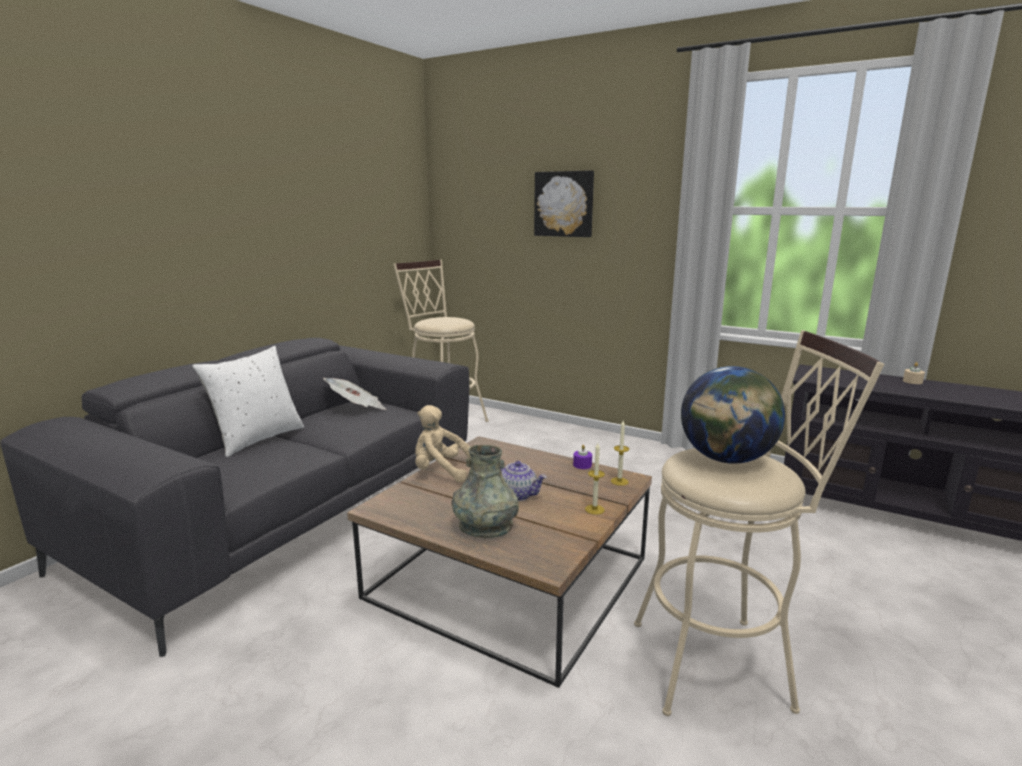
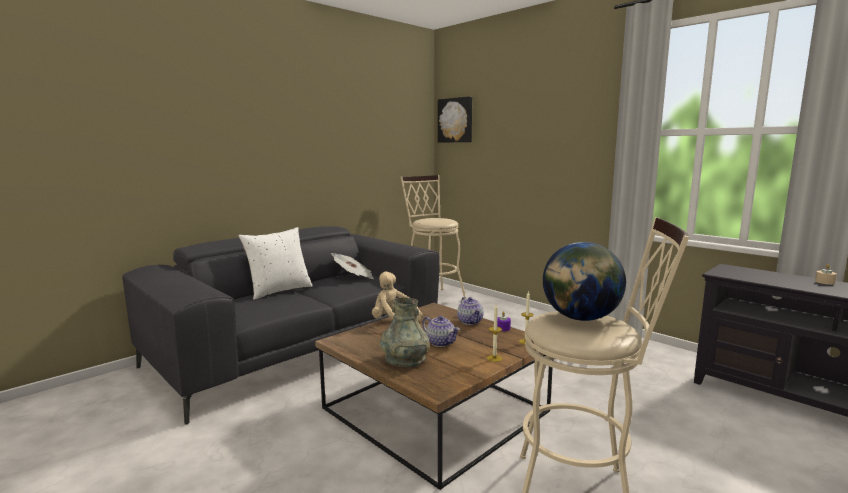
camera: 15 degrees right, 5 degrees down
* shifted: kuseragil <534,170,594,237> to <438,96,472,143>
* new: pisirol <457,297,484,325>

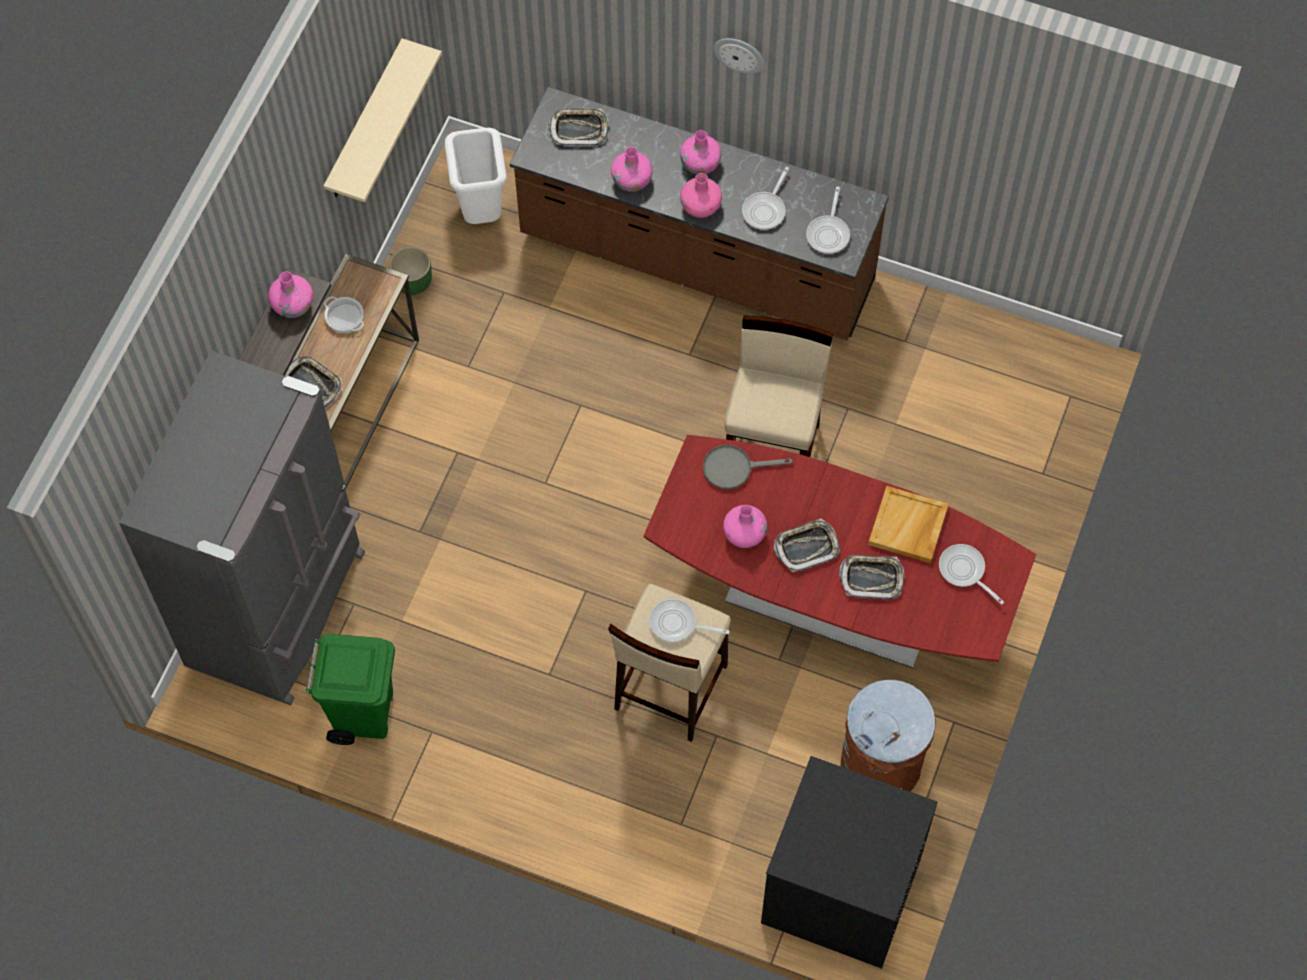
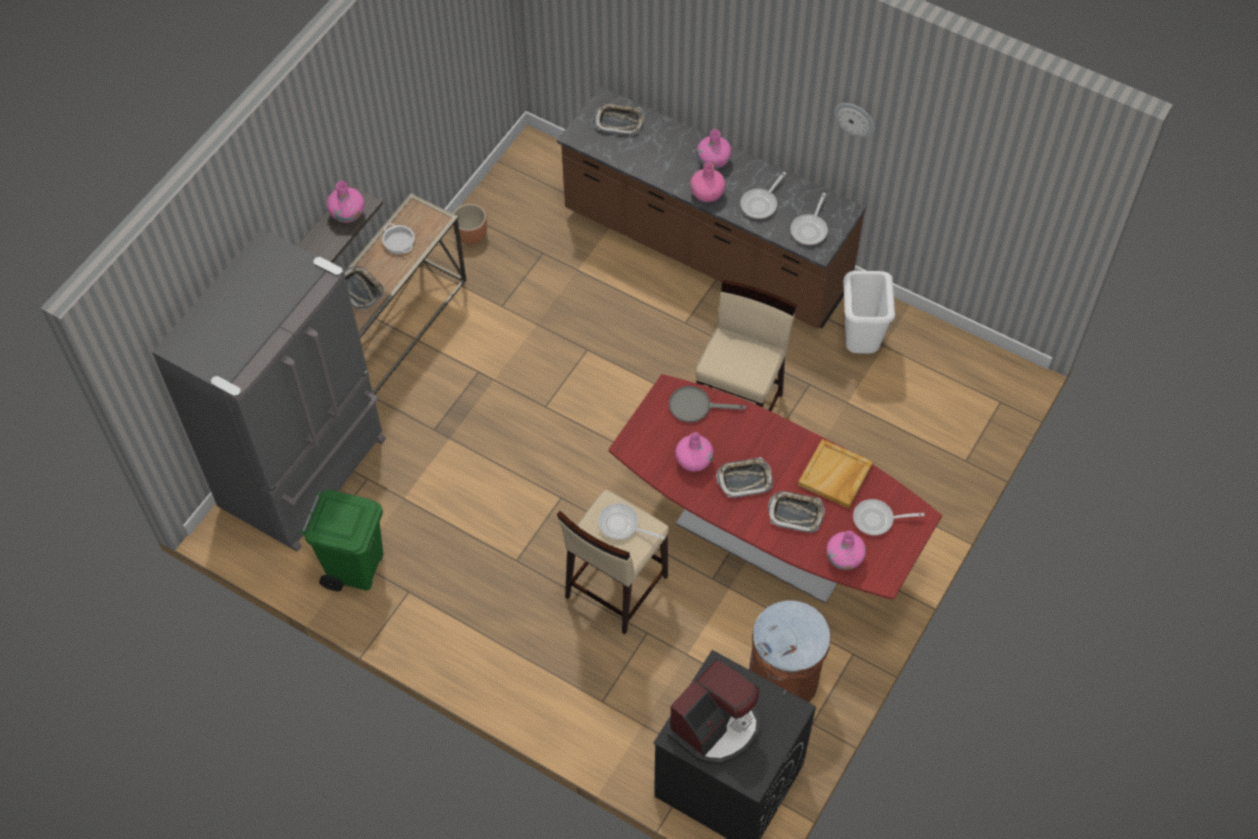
camera: 10 degrees right, 5 degrees down
* gone: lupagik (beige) <324,38,442,202>
* repainted: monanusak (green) <389,246,432,295> to monanusak (brown) <453,204,487,244>
* shifted: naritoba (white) <445,128,507,224> to <843,271,895,353>
* shifted: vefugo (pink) <611,147,653,192> to <827,531,866,570>
* shifted: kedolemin <714,38,764,74> to <834,103,875,138>
* rotated: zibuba <939,544,1004,605> = <853,499,924,536> 60 degrees counterclockwise
* new: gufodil <667,659,760,764>

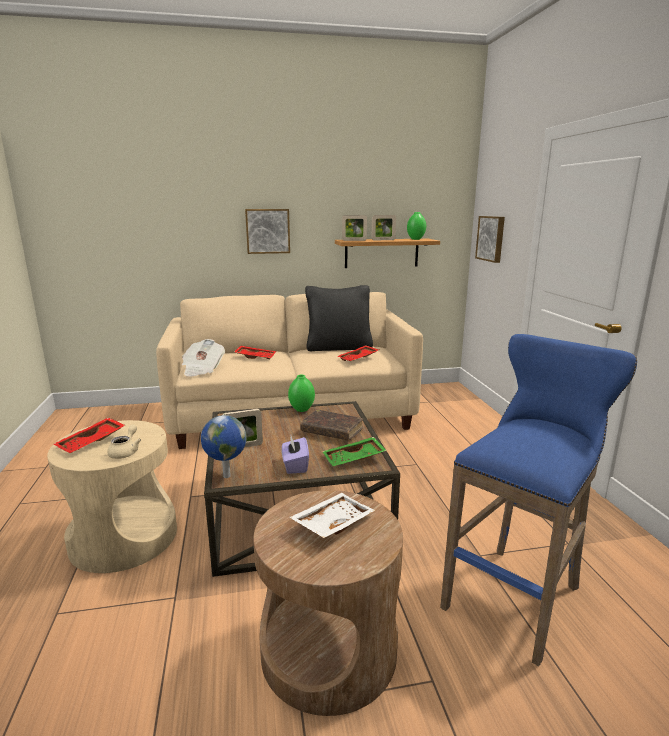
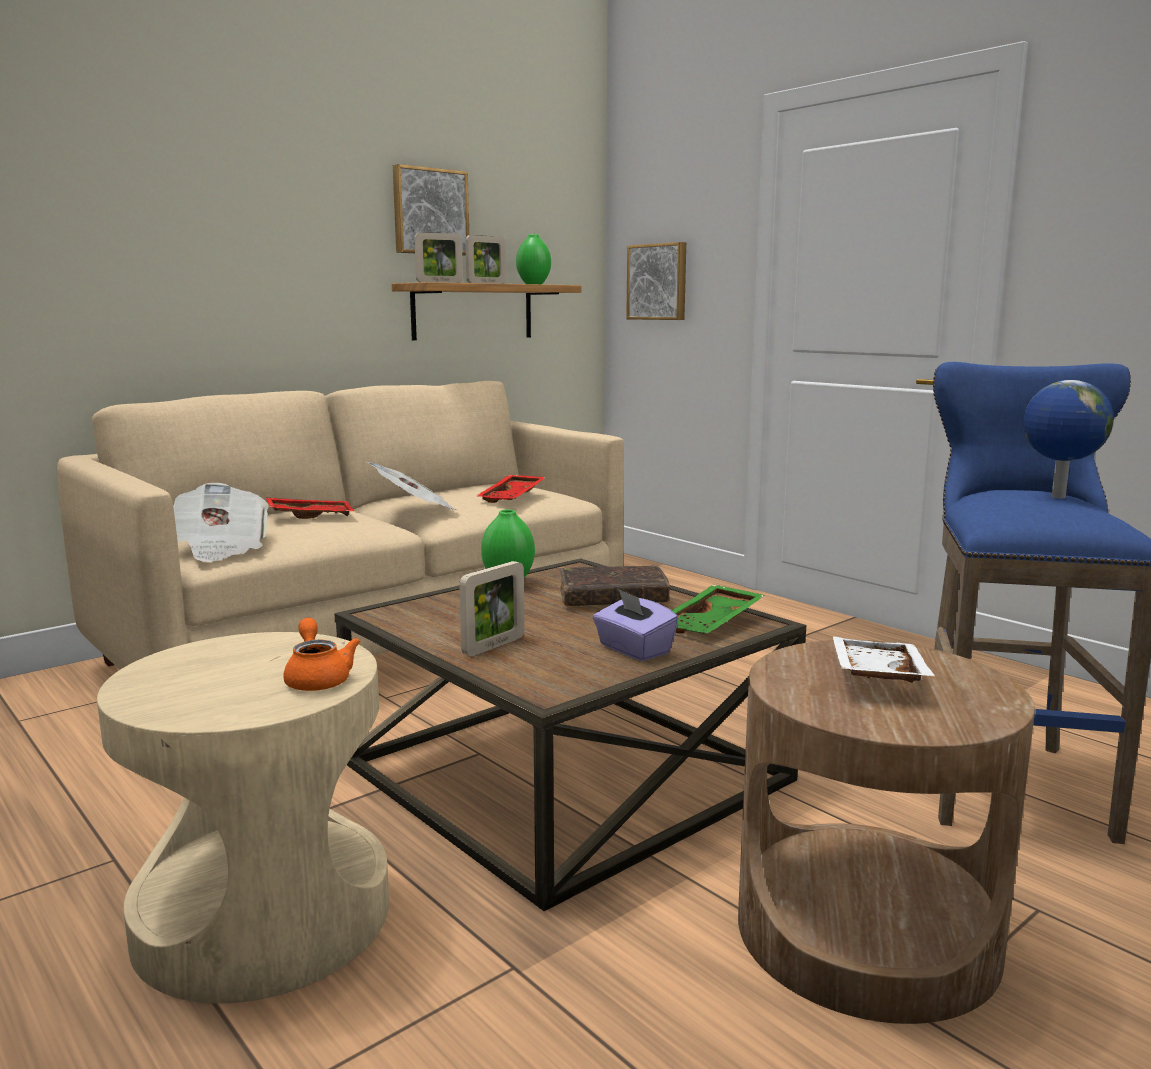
camera: 30 degrees left, 5 degrees down
* gone: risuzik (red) <54,418,125,453>
* repainted: pisirol (beige) <107,424,141,459> to pisirol (orange) <283,618,360,691>
* shifted: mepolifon <201,415,247,478> to <1024,380,1114,498>
* shifted: kuseragil <245,209,290,254> to <393,164,469,255>
* gone: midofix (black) <305,285,373,351>
* new: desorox <367,462,456,510>

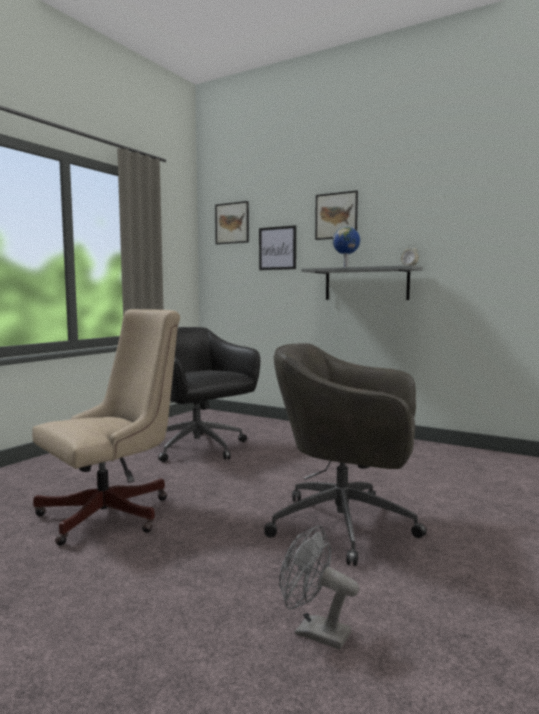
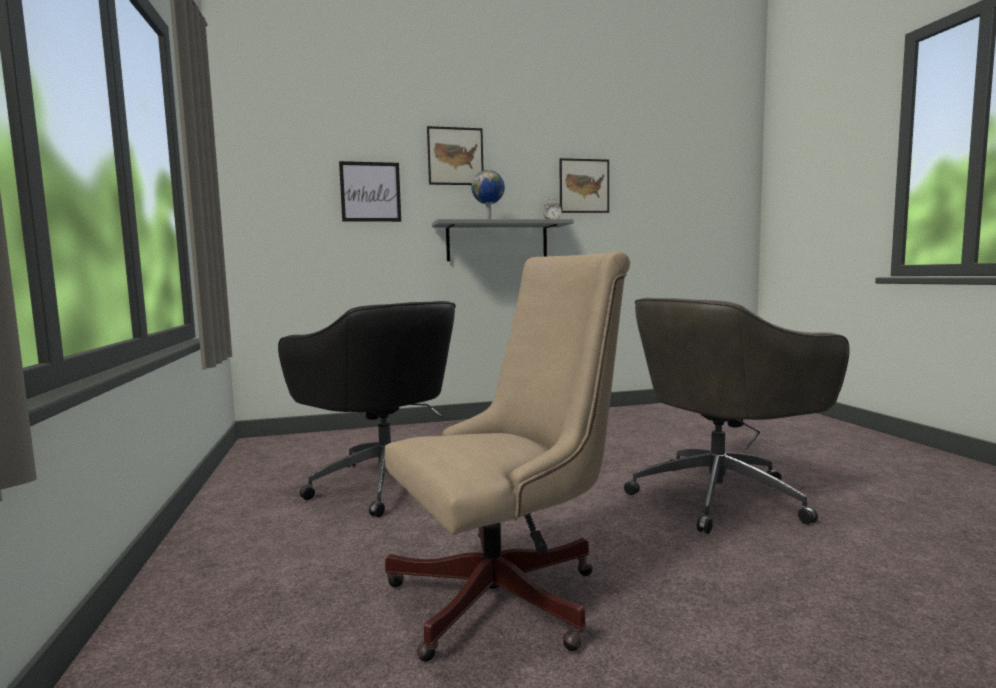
camera: 45 degrees left, 0 degrees up
* rotated: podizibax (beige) <32,309,180,545> = <385,251,631,662> 60 degrees clockwise
* rotated: podizibax (black) <158,327,260,462> = <278,301,456,517> 135 degrees counterclockwise
* shifted: kuseragil <215,201,249,244> to <559,158,609,213>
* gone: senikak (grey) <279,525,359,650>

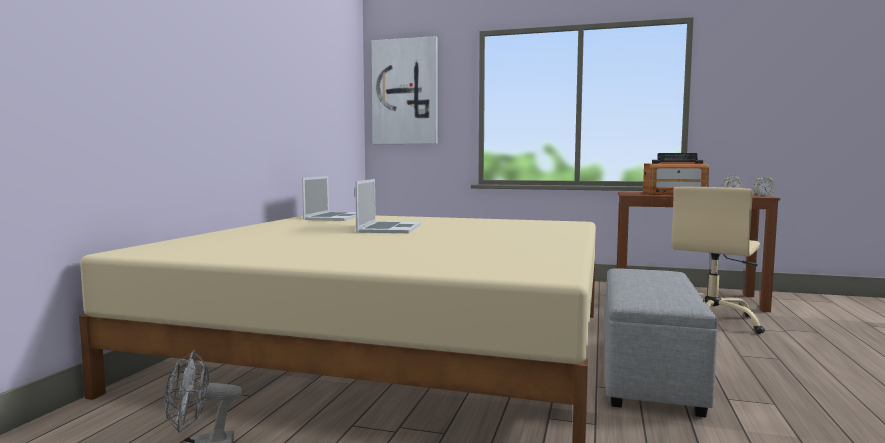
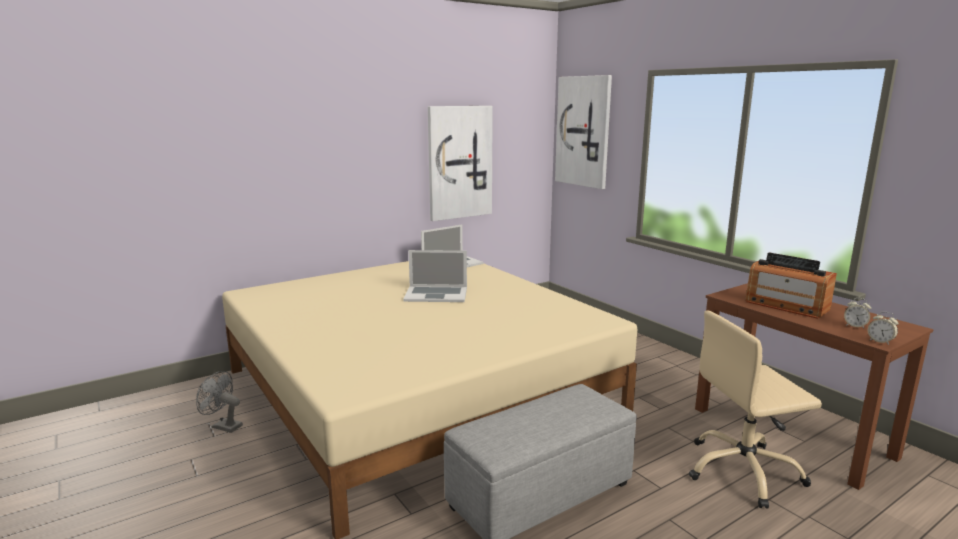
camera: 40 degrees right, 10 degrees up
* rotated: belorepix <355,179,421,233> = <403,250,467,302> 45 degrees clockwise
* new: kuseragil <428,106,493,221>

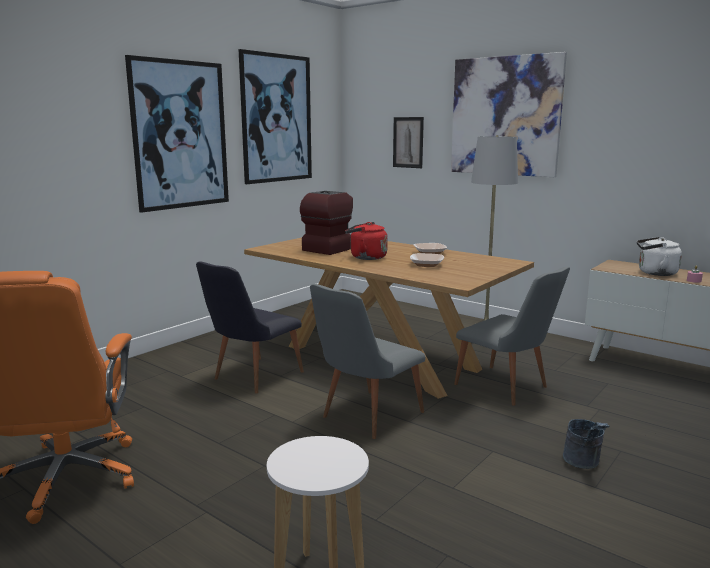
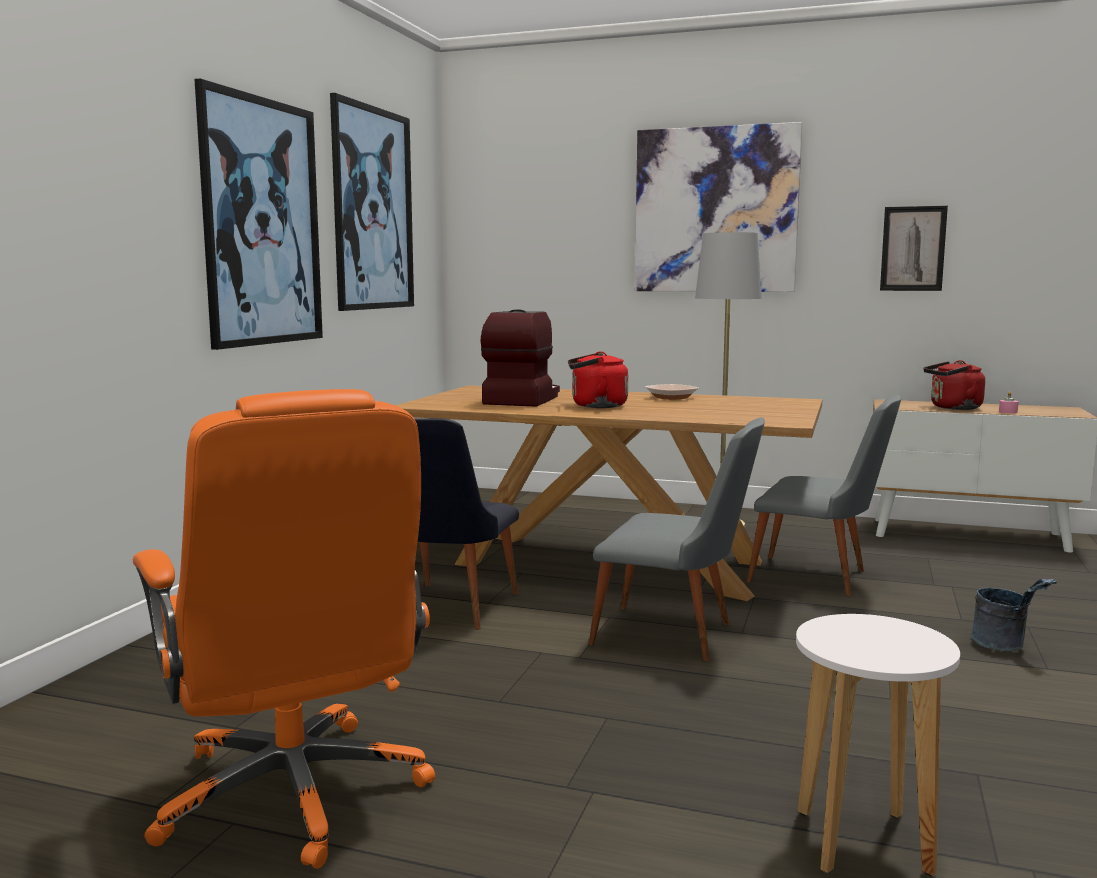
camera: 20 degrees left, 5 degrees down
* rotated: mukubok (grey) <310,284,426,439> = <589,417,765,661> 90 degrees counterclockwise
* shifted: kuseragil <393,117,424,168> to <880,206,948,291>
* gone: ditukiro <410,253,444,267>
* repainted: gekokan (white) <637,237,682,276> to gekokan (red) <923,360,985,410>

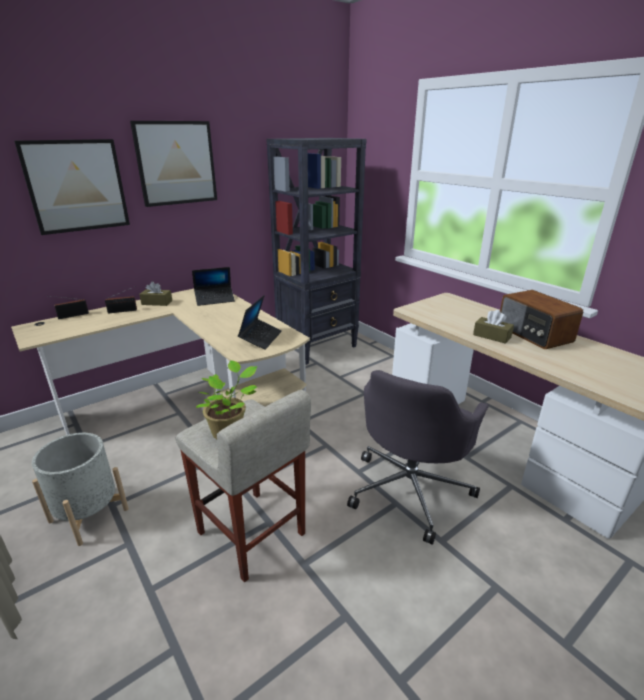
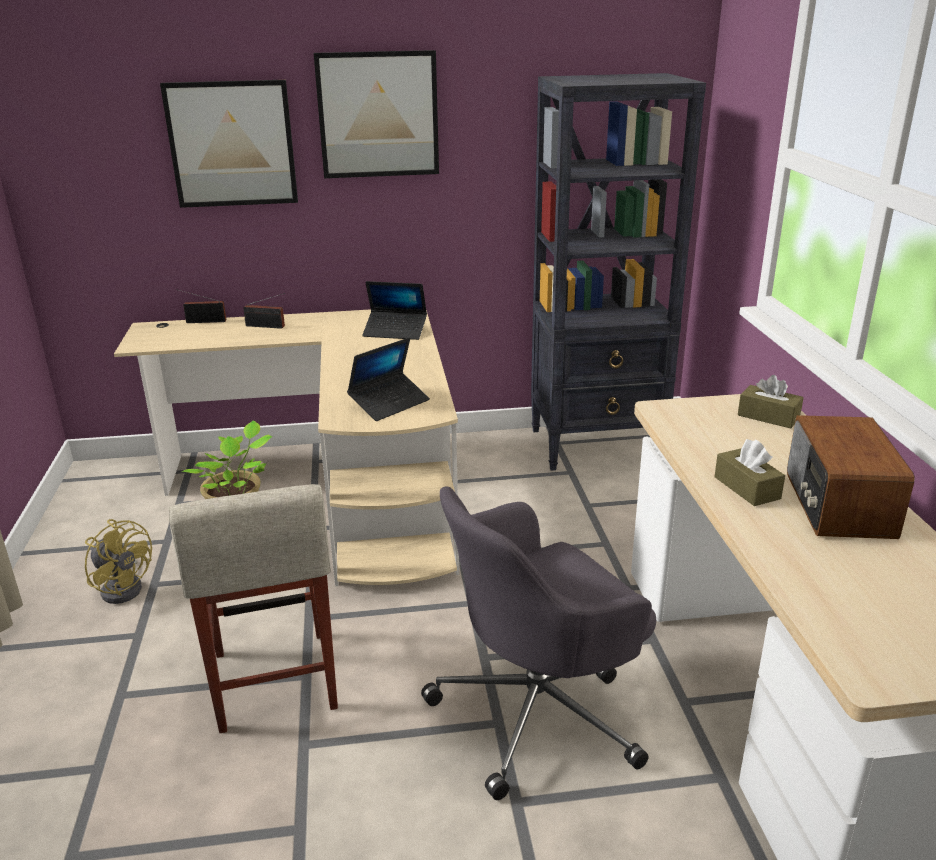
camera: 30 degrees right, 0 degrees up
* swapped: monanusak (grey) <32,433,129,546> to senikak (yellow) <85,519,152,604>
* shifted: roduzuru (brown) <139,282,172,306> to <738,375,804,428>

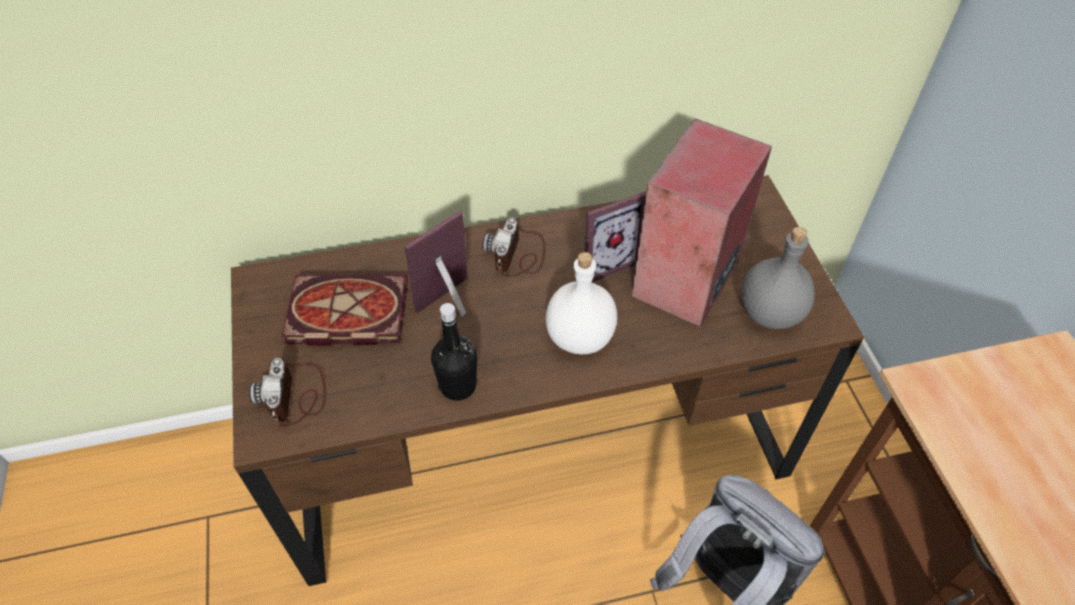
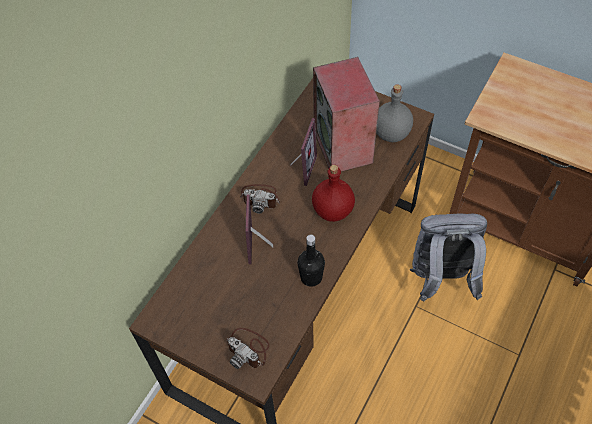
camera: 45 degrees left, 5 degrees up
* gone: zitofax <282,274,408,346>
* rotated: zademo <482,217,546,277> = <240,184,280,214> 45 degrees counterclockwise
* repainted: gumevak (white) <546,252,617,354> to gumevak (red) <312,165,355,222>

